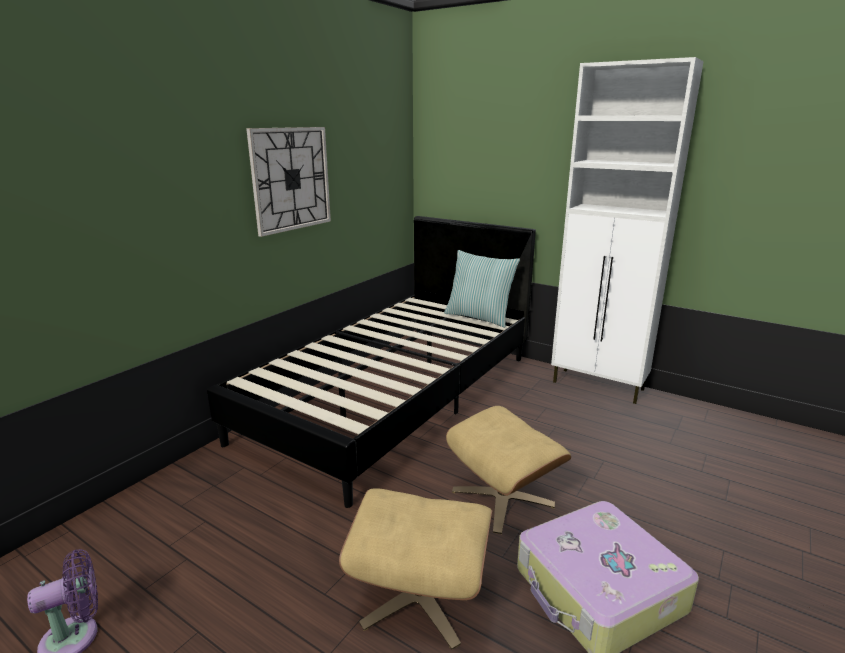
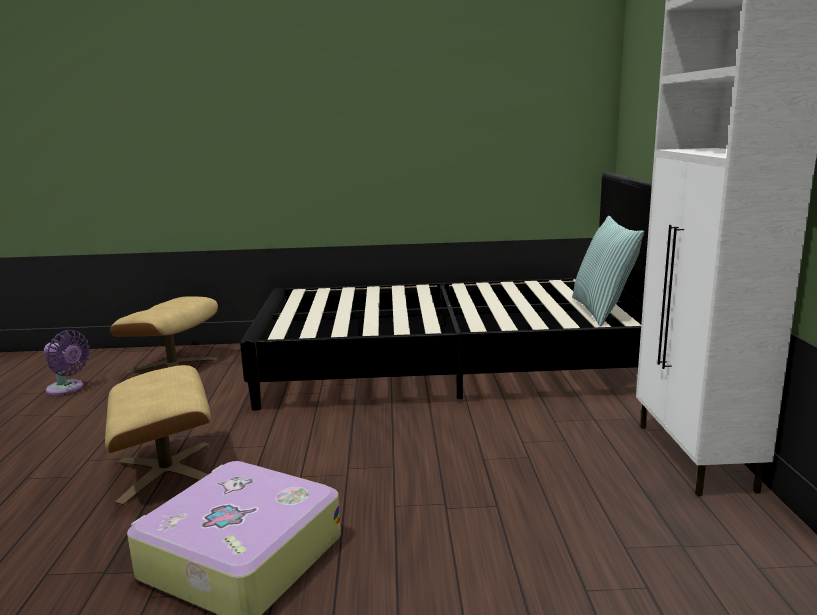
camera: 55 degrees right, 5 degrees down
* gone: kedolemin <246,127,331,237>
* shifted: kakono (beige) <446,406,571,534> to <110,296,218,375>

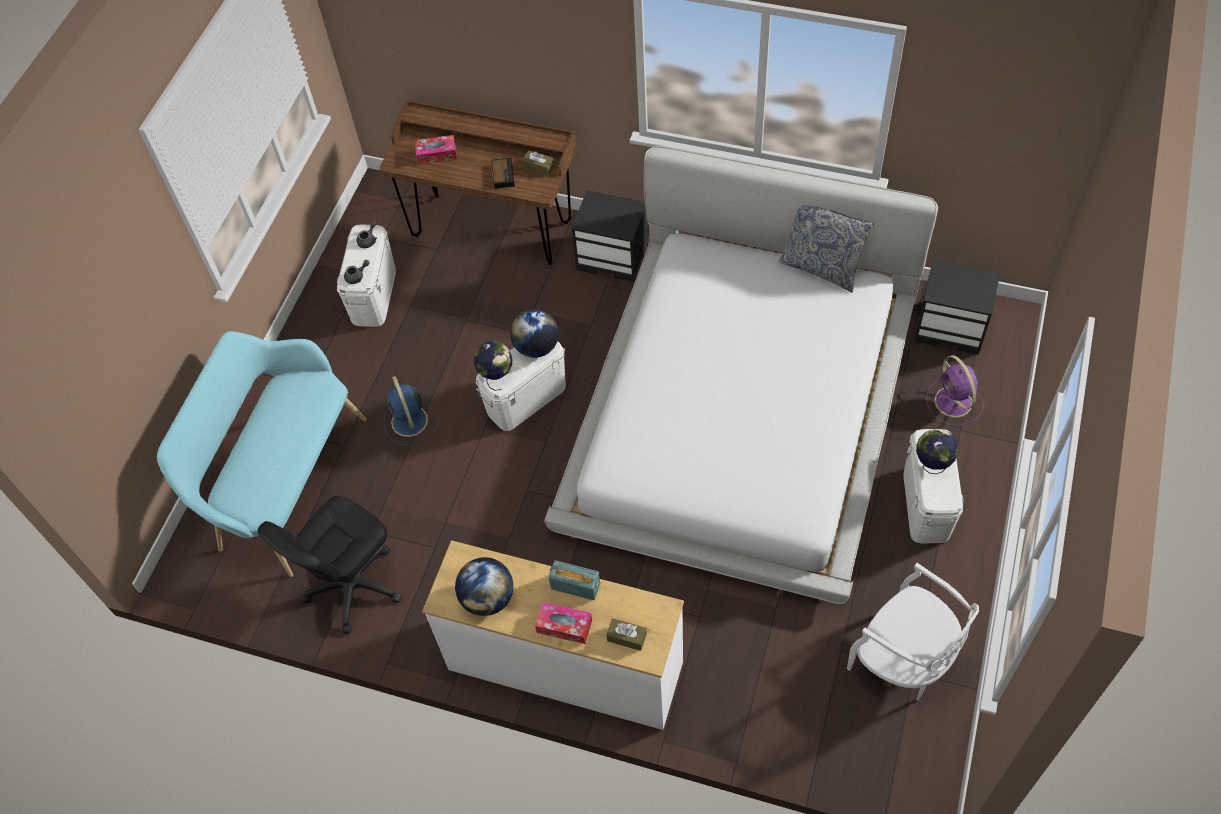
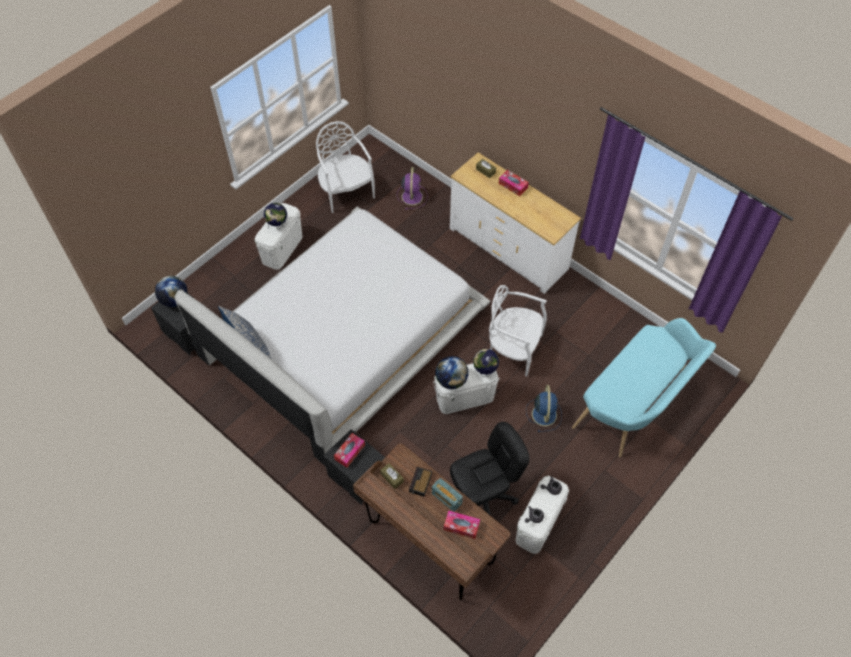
camera: 160 degrees left, 0 degrees up
* shifted: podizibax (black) <258,496,402,634> to <450,422,529,516>
* shifted: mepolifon <455,557,513,616> to <155,276,188,307>
* shifted: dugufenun <549,560,600,600> to <432,478,463,512>
* shifted: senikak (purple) <926,355,984,426> to <397,167,428,209>
* new: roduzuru <334,433,365,467>
* new: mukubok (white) <489,285,547,376>

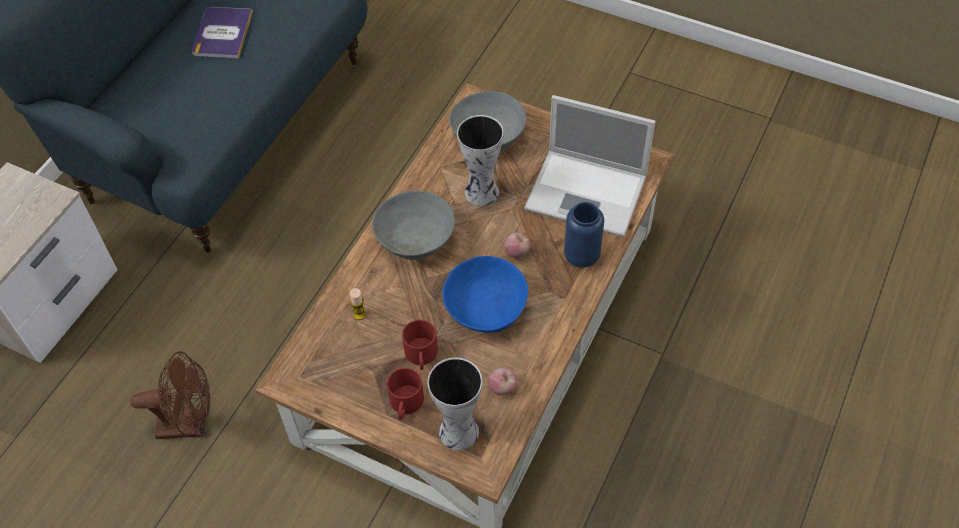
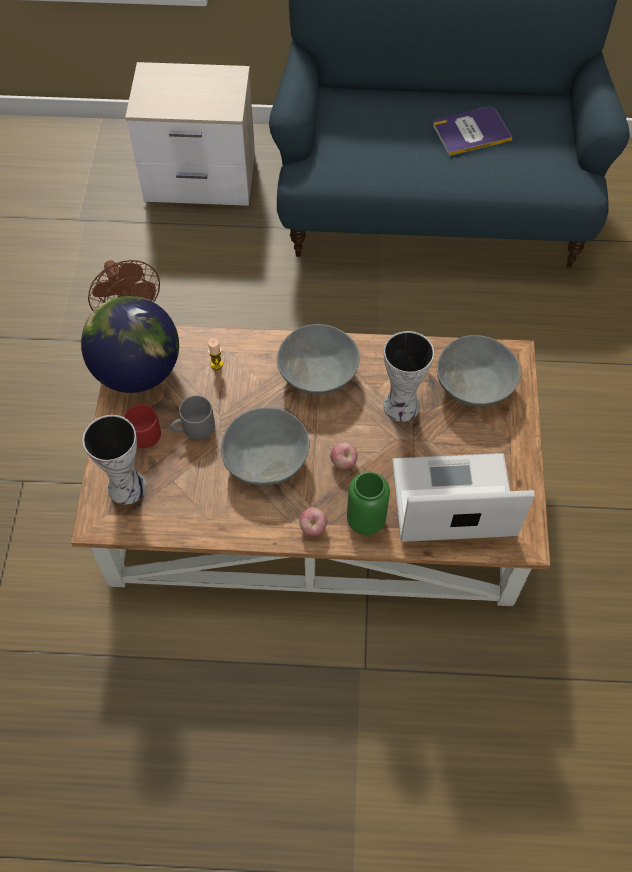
camera: 65 degrees right, 5 degrees up
* repainted: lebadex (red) <402,320,438,370> to lebadex (grey) <170,395,215,440>
* repainted: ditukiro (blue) <442,256,528,333> to ditukiro (grey) <221,408,310,485>
* shifted: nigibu <488,368,517,395> to <299,507,327,536>
* rotated: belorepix <524,95,656,237> = <392,453,535,542> 90 degrees clockwise
* repainted: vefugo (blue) <564,202,604,268> to vefugo (green) <347,472,390,535>
* new: mepolifon <81,296,179,393>

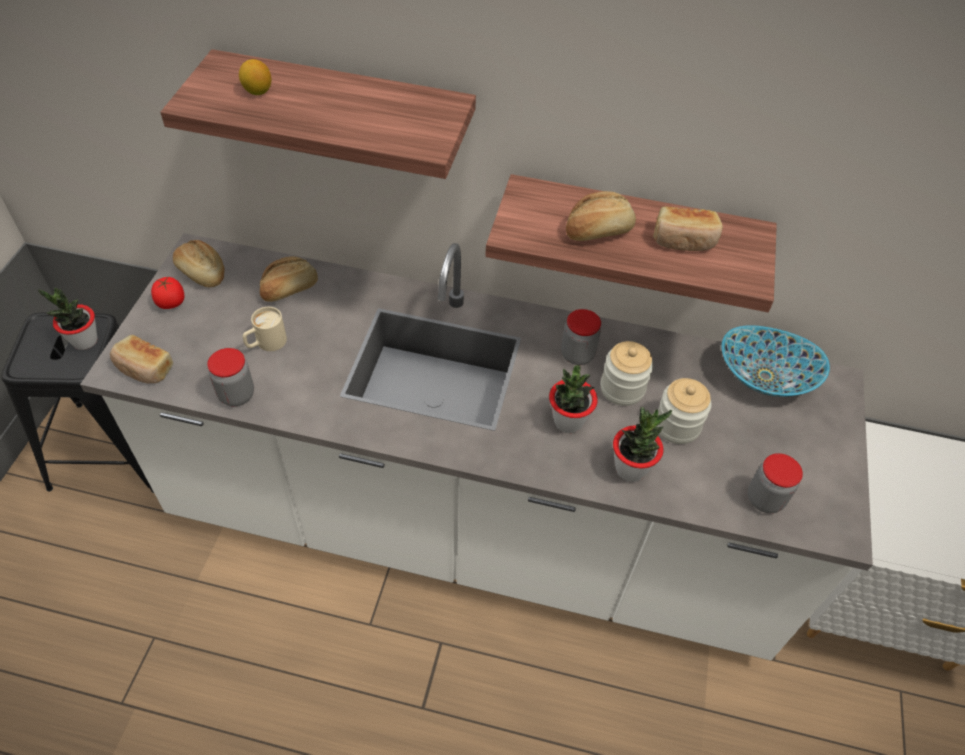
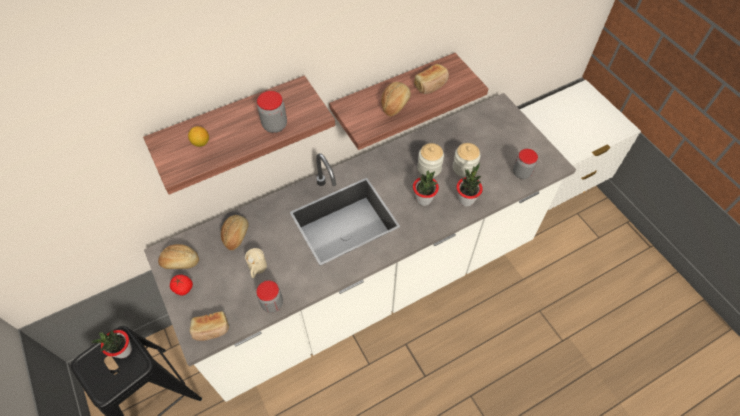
camera: 40 degrees left, 5 degrees up
* shifted: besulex <561,309,601,365> to <257,91,287,133>
* gone: ditukiro <721,325,830,397>

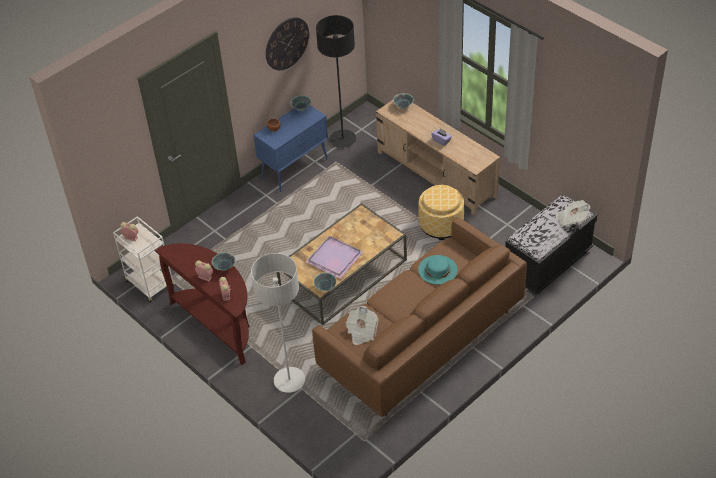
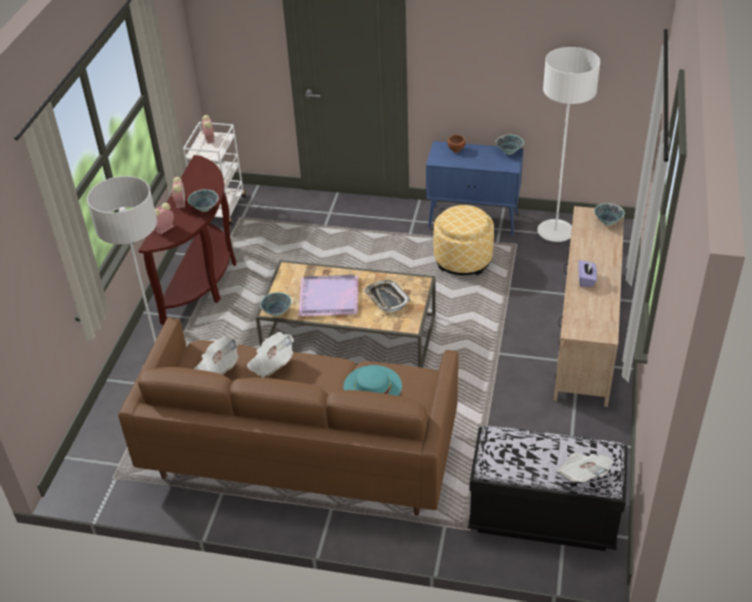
camera: 55 degrees right, 5 degrees down
* gone: kedolemin <266,17,309,70>
* repainted: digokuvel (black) <316,15,356,148> to digokuvel (white) <537,47,600,242>
* shifted: kakono <418,185,464,240> to <433,205,494,275>
* new: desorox <247,332,294,378>
* new: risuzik <364,280,411,312>

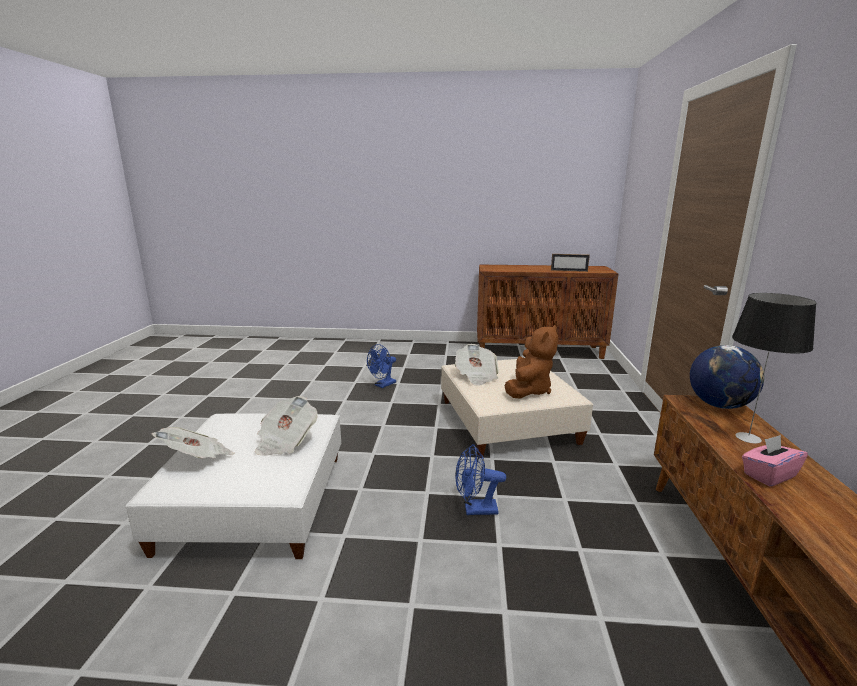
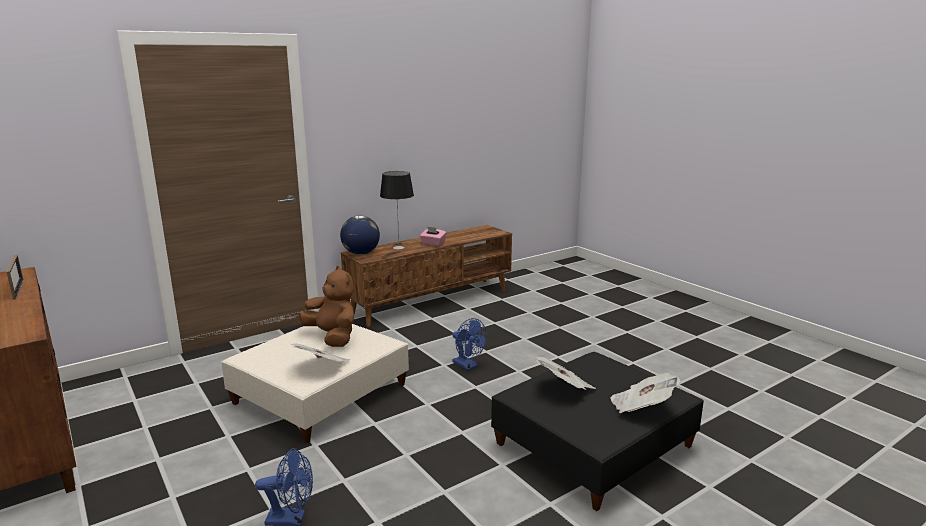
camera: 130 degrees left, 0 degrees up
* repainted: kakono (white) <125,413,341,559> to kakono (black) <491,352,704,511>
* rotated: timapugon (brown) <505,325,558,398> = <298,266,354,347> 60 degrees clockwise

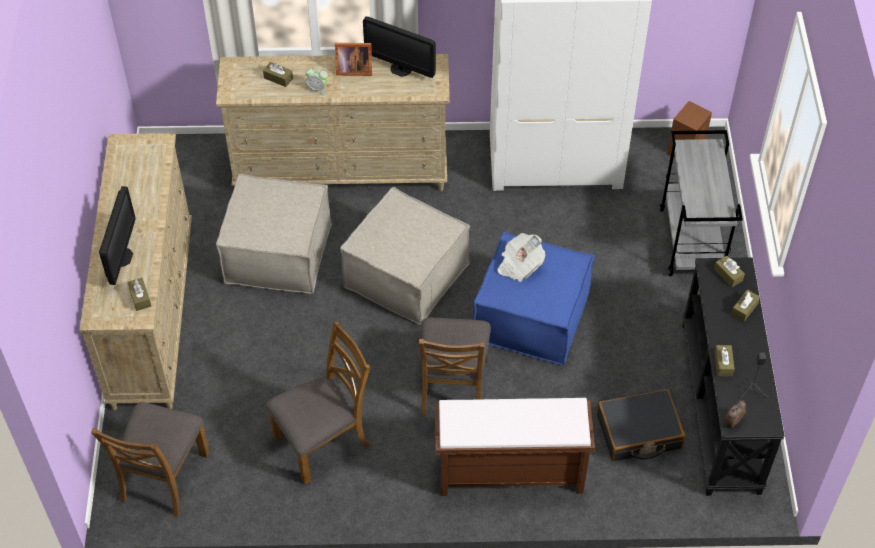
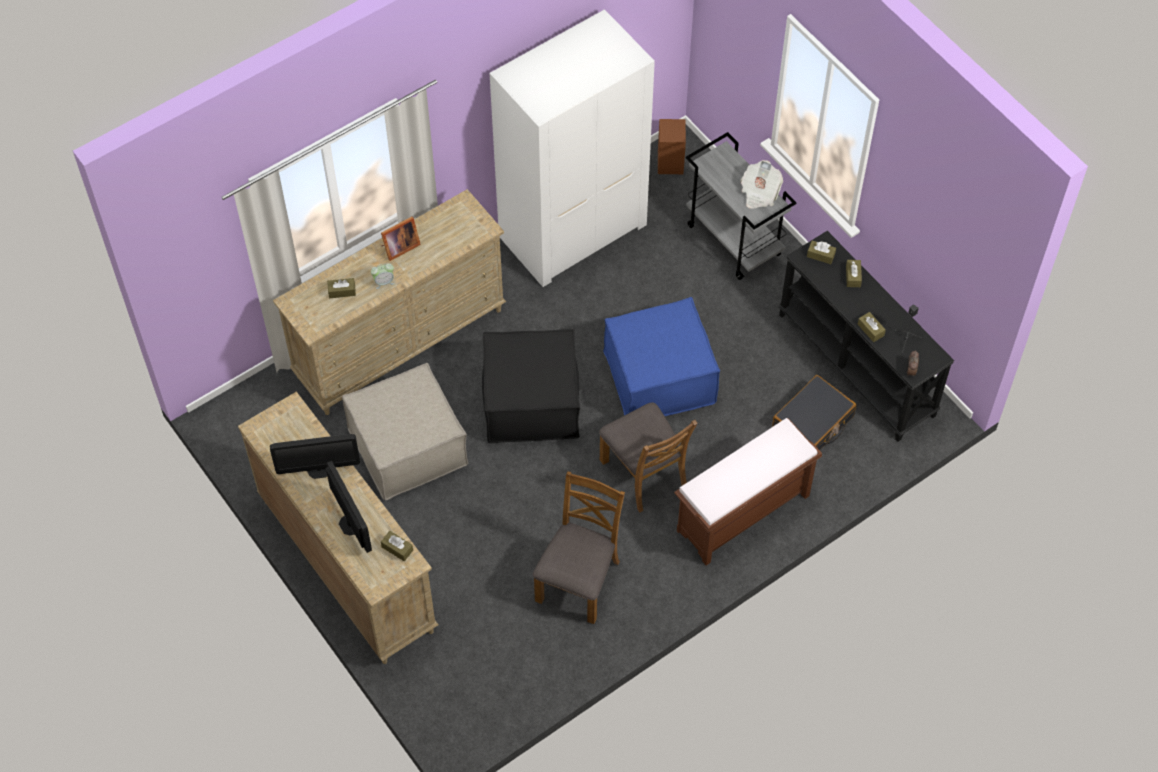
camera: 35 degrees left, 5 degrees up
* gone: mukubok (brown) <91,402,210,517>
* repainted: kakono (beige) <340,187,470,325> to kakono (black) <482,329,580,444>
* shifted: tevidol <363,16,436,78> to <270,434,360,479>
* shifted: desorox <497,233,545,282> to <741,160,783,209>

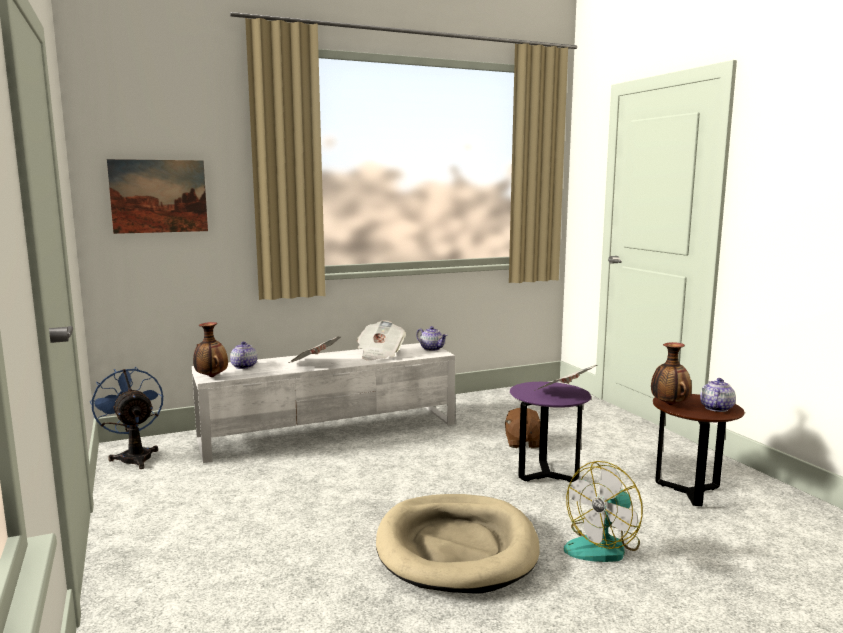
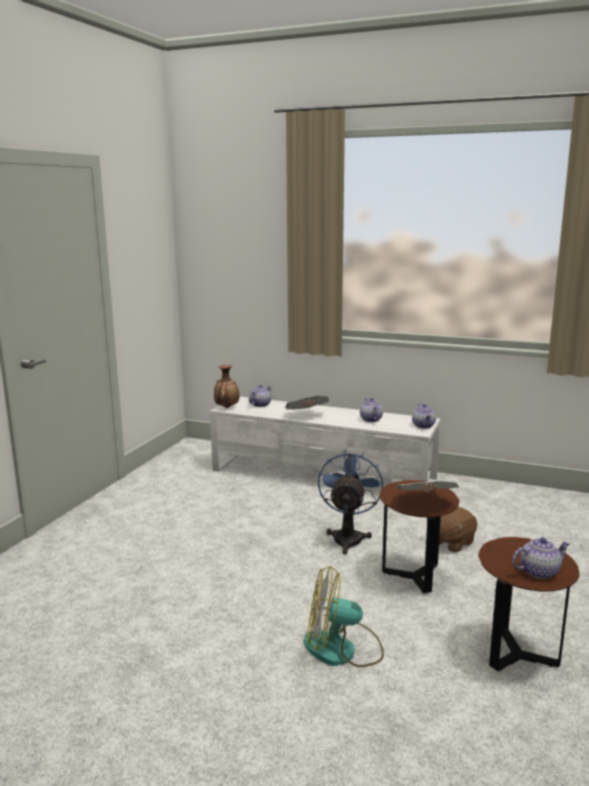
camera: 45 degrees right, 5 degrees up
* shifted: senikak (blue) <90,367,163,469> to <318,450,383,555>
* gone: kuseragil <107,159,208,234>
* swapped: desorox <357,321,406,361> to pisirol <360,398,383,422>
* gone: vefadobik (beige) <376,494,540,594>
* repainted: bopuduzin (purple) <510,382,591,482> to bopuduzin (brown) <380,480,459,593>
* gone: vefugo <651,342,692,405>

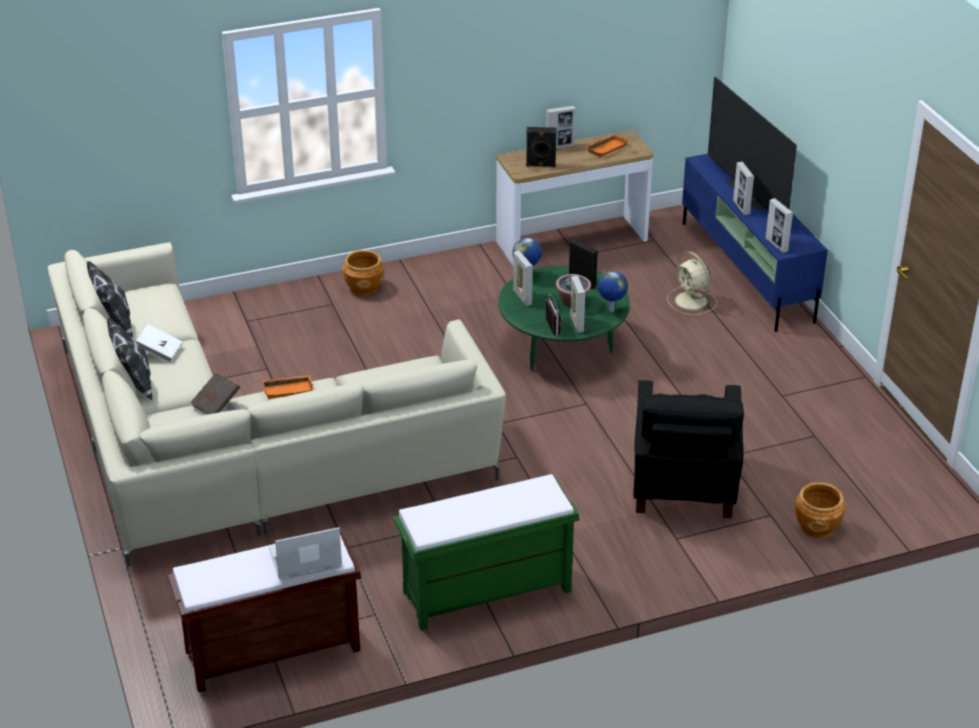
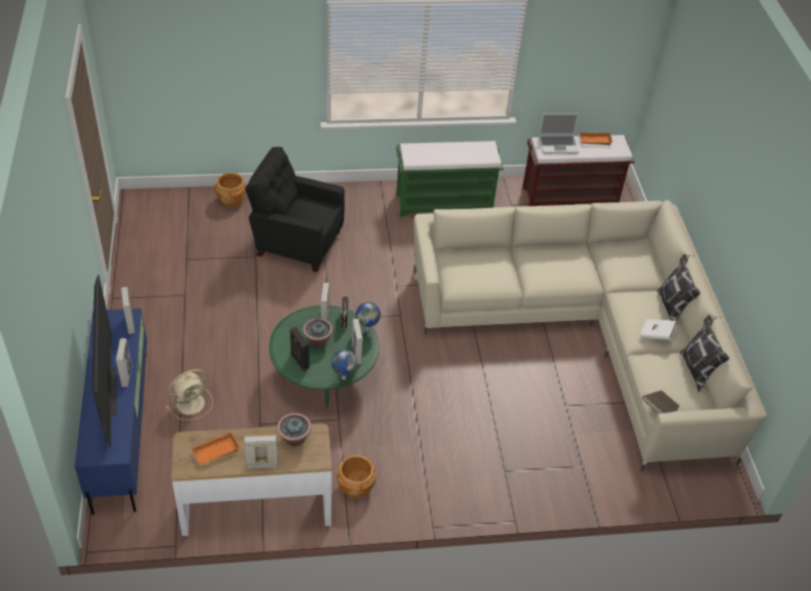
camera: 170 degrees left, 10 degrees up
* shifted: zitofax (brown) <190,373,240,415> to <642,390,680,414>
* shifted: risuzik (orange) <262,375,314,399> to <580,132,613,145>
* shifted: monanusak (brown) <342,250,384,296> to <336,455,376,498>
* swapped: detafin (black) <526,127,557,167> to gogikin <277,413,312,446>
* shifted: mepolifon <598,271,628,312> to <356,302,381,332>
* rotated: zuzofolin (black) <633,380,744,519> = <245,147,345,272> 90 degrees counterclockwise
* rotated: senikak (beige) <667,251,717,315> = <167,369,213,420> 75 degrees clockwise

